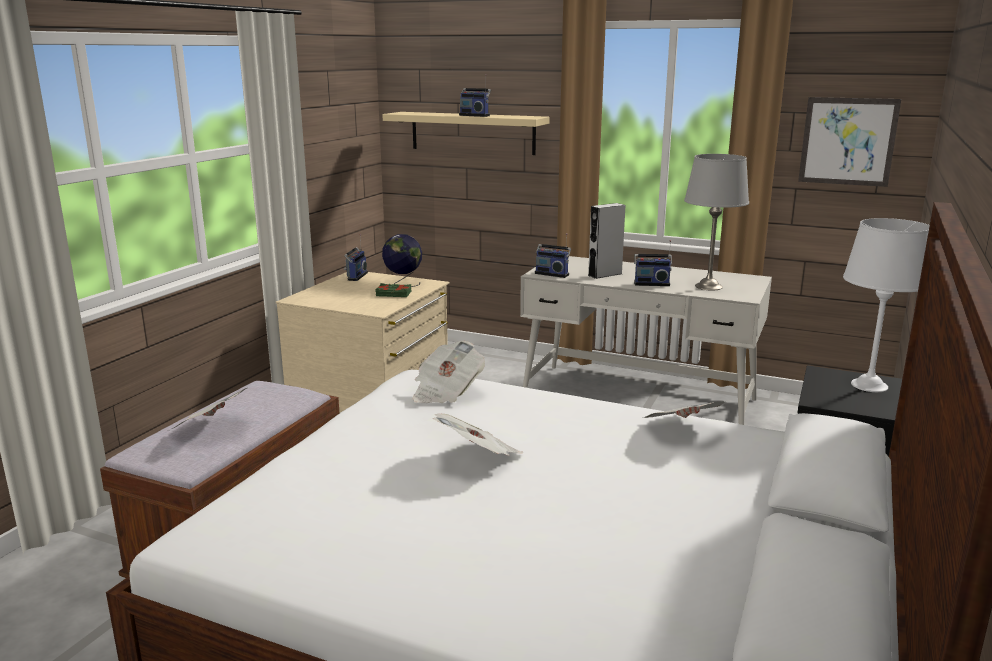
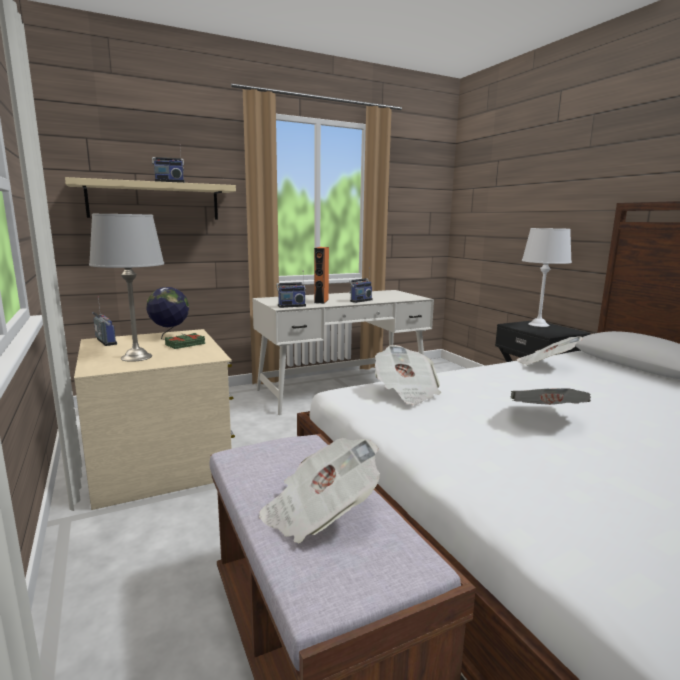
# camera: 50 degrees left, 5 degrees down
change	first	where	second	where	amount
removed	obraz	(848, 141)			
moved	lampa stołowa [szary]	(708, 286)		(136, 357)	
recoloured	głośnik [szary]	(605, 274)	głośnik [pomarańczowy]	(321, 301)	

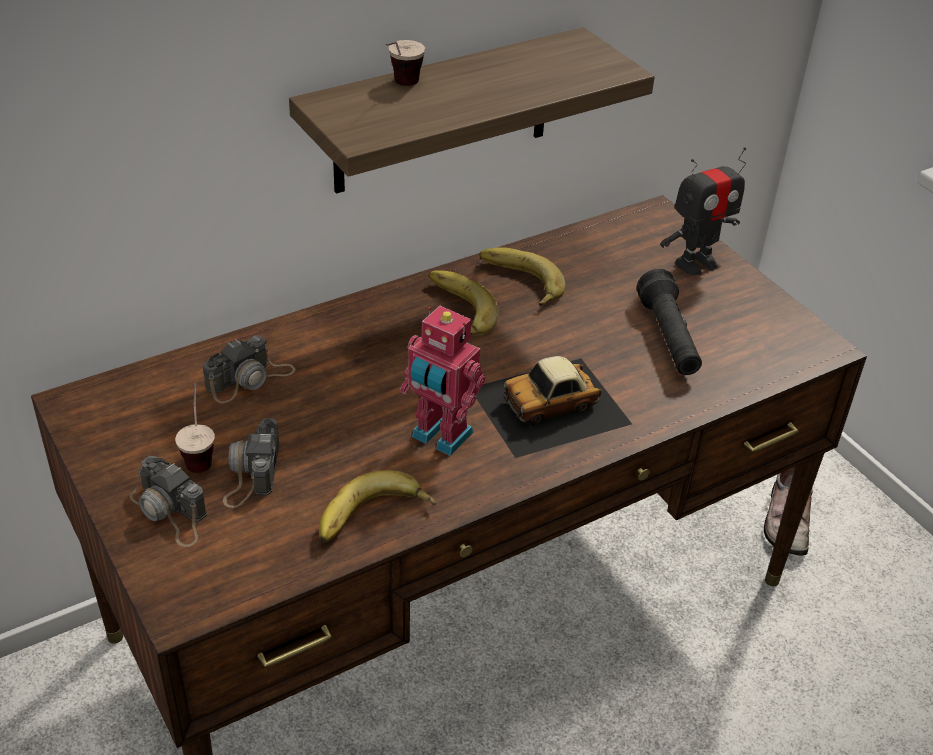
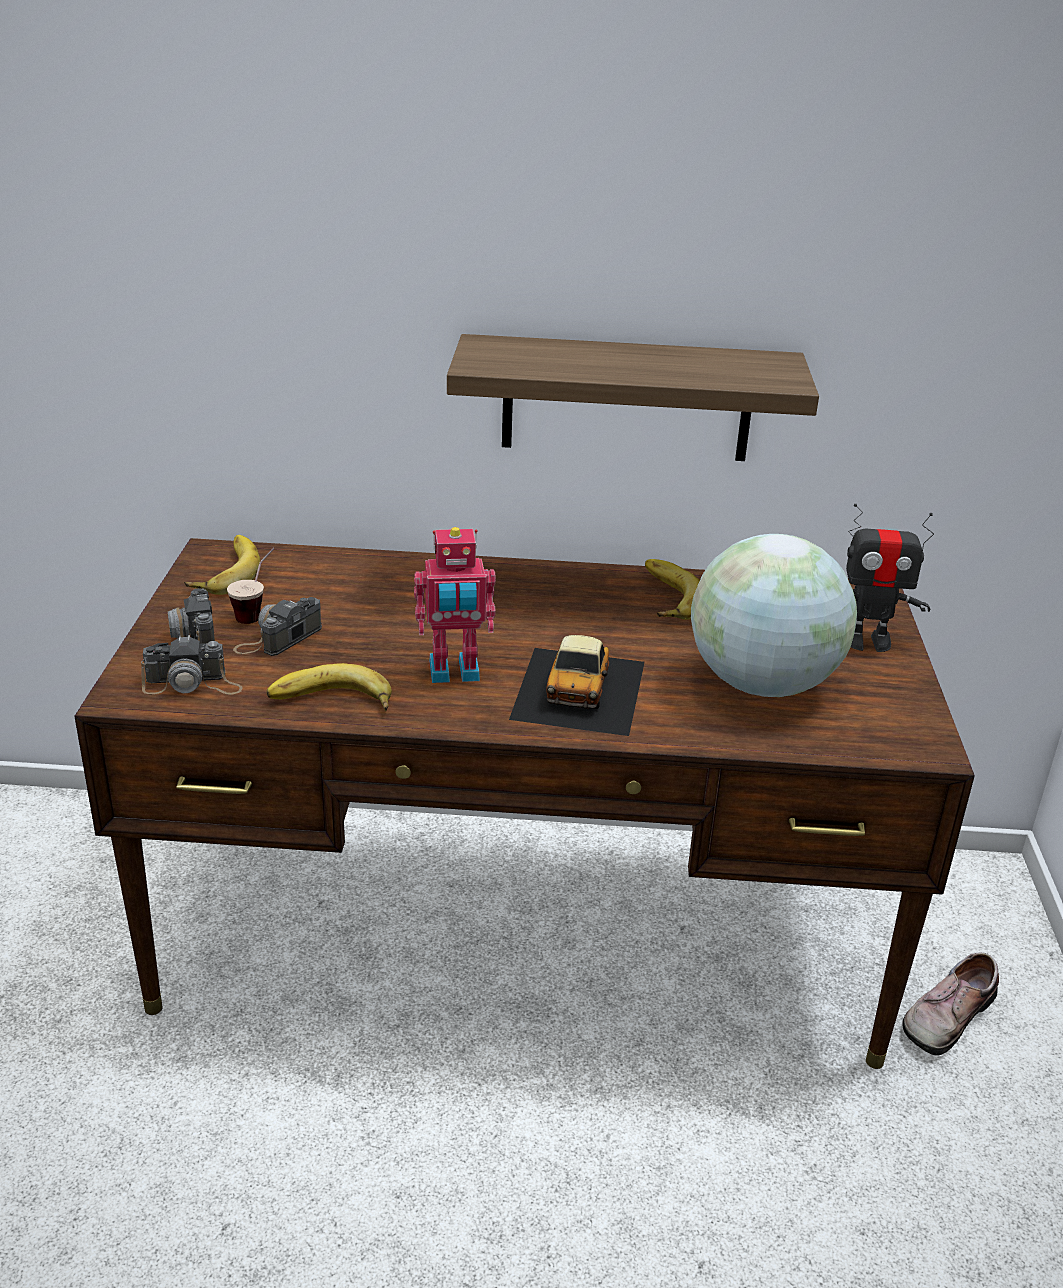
# camera: 35 degrees right, 10 degrees down
change	first	where	second	where	amount
removed	filiżanka	(400, 87)			
replaced	latarka [czarny]	(668, 338)	globus	(762, 684)	
moved	banan	(455, 310)		(224, 571)	
turned	robot zabawkowy	(440, 437)		(454, 673)	75 degrees counterclockwise
moved	aparat fotograficzny	(250, 379)		(192, 684)	
turned	samochodzik	(550, 406)		(580, 689)	90 degrees counterclockwise

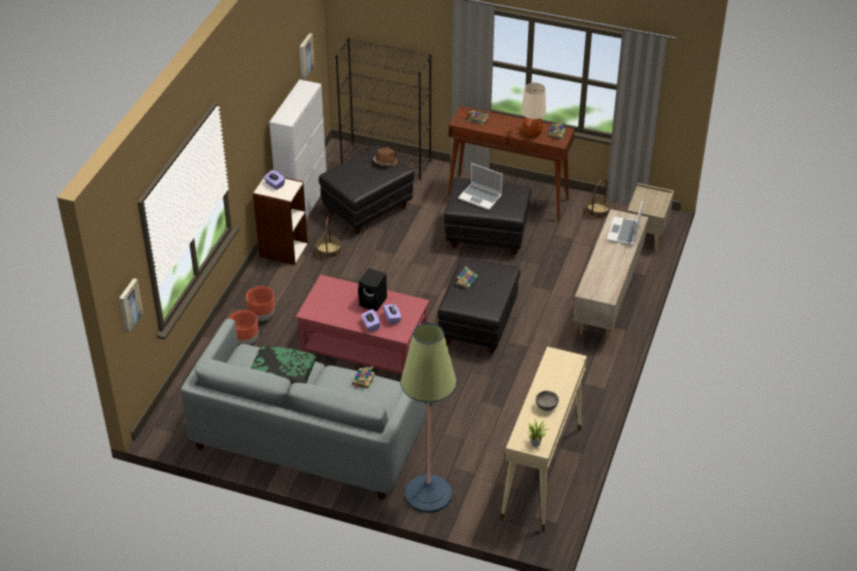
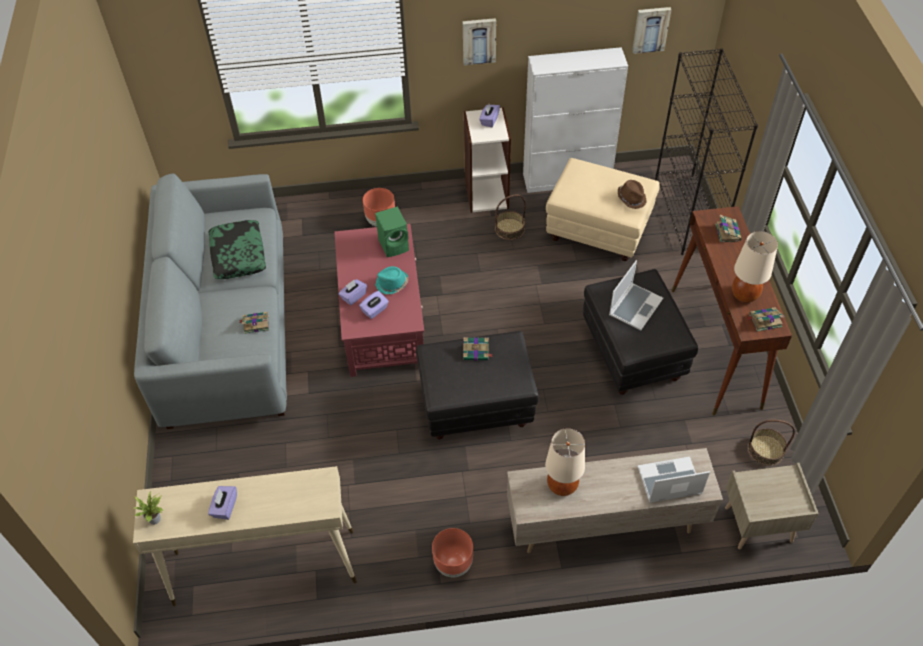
# camera: 65 degrees right, 10 degrees up
change	first	where	second	where	amount
recoloured	pufa [czarny]	(368, 209)	pufa [beżowy]	(597, 232)	
turned	laptop	(480, 197)		(635, 306)	150 degrees counterclockwise
replaced	głośnik [czarny]	(373, 302)	kapelusz [turkusowy]	(392, 284)	
moved	obraz	(129, 305)		(479, 40)	
moved	donica [brązowy]	(245, 340)		(453, 564)	
removed	lampa stojąca	(428, 494)			
replaced	miska [szary]	(547, 407)	pudełko chusteczek [fioletowy]	(225, 507)	
added			głośnik [zielony]	(395, 245)	
added			lampa stołowa [beżowy]	(562, 486)	

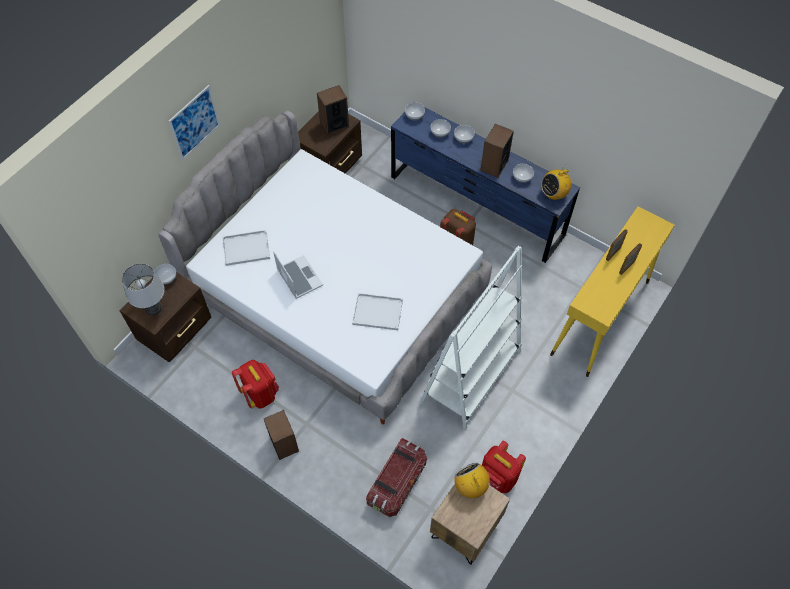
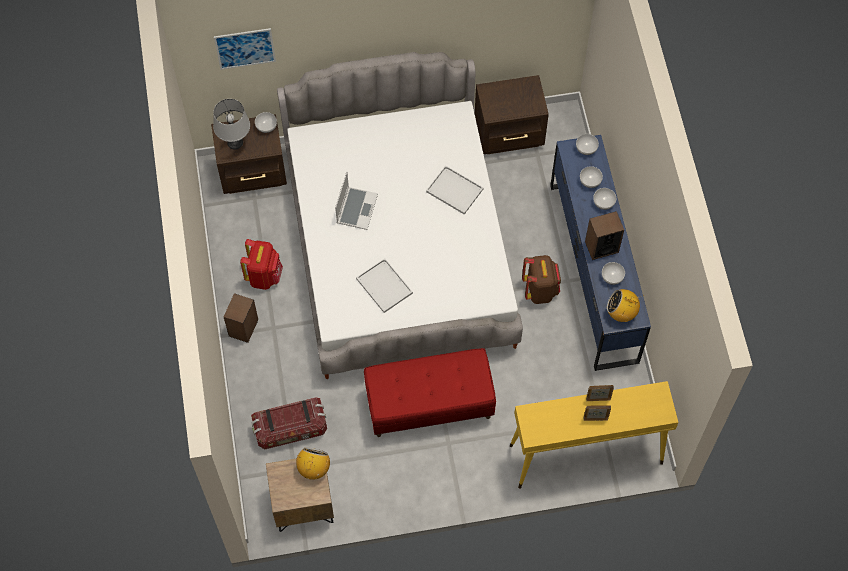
# camera: 45 degrees right, 5 degrees up
change	first	where	second	where	amount
moved	obraz	(194, 122)		(245, 48)	
removed	głośnik	(334, 124)			
moved	taca [biały]	(247, 247)		(455, 190)	
replaced	regał [biały]	(471, 376)	ławka [czerwony]	(429, 404)	
removed	plecak [czerwony]	(497, 478)			

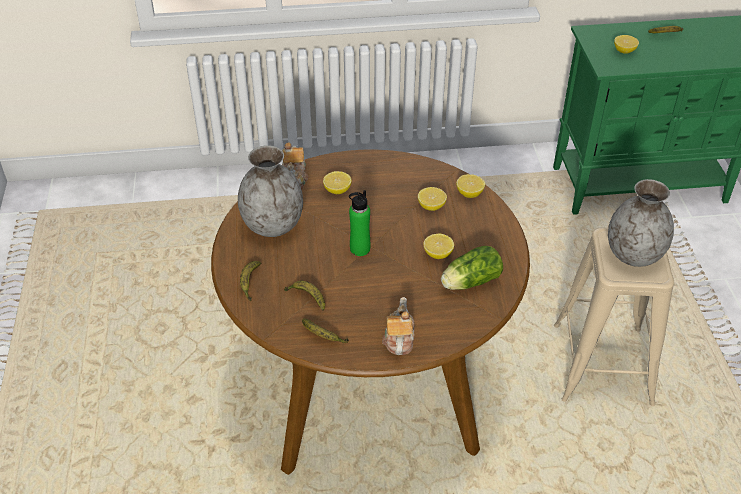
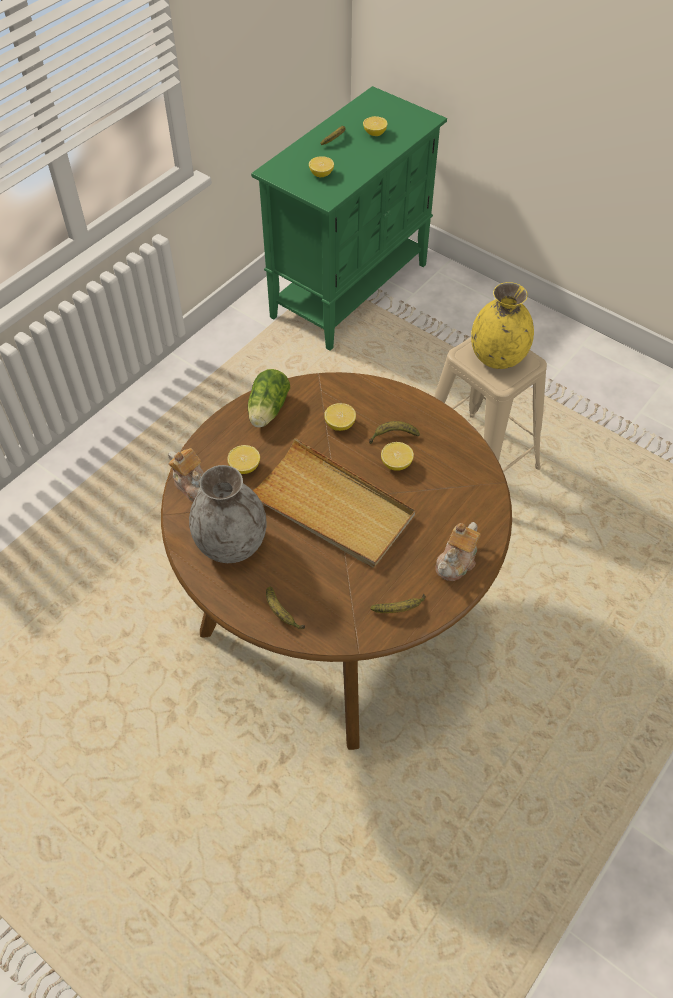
# camera: 45 degrees left, 10 degrees up
change	first	where	second	where	amount
moved	cytryna	(469, 193)		(374, 133)	
recoloured	wazon [szary]	(633, 254)	wazon [żółty]	(497, 357)	
replaced	butelka [zielony]	(360, 249)	taca [beżowy]	(331, 507)	
moved	sałata	(469, 282)		(267, 411)	
moved	banan	(307, 298)		(393, 436)	
turned	imbryk	(398, 339)		(457, 561)	105 degrees counterclockwise

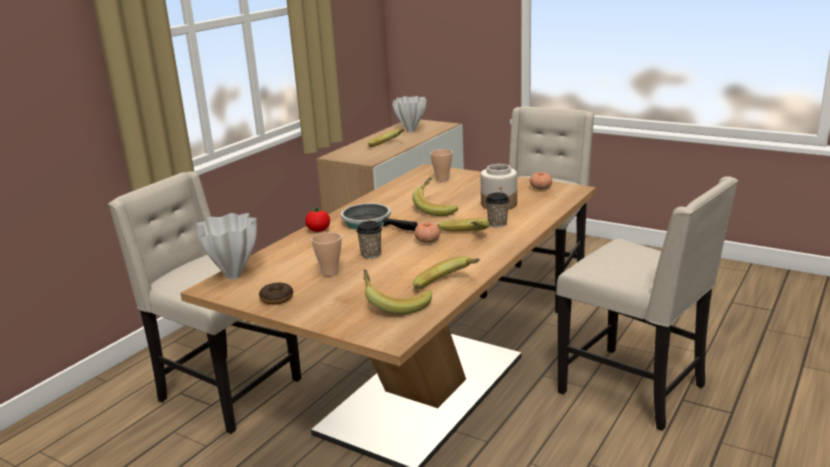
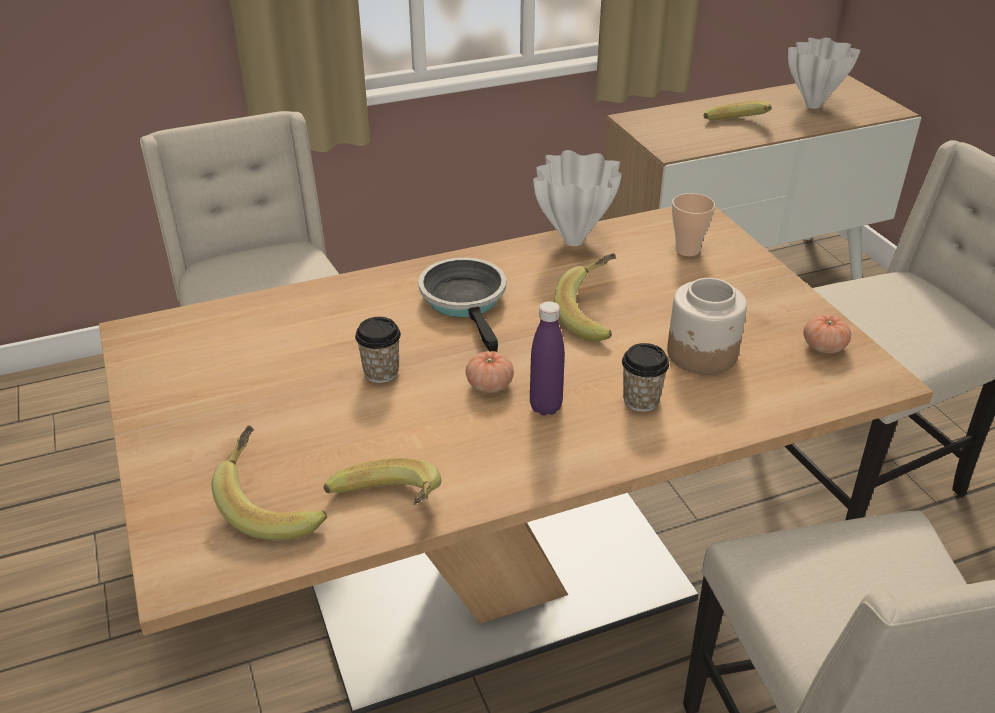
# camera: 35 degrees right, 15 degrees up
change	first	where	second	where	amount
removed	pomidor	(318, 230)			
moved	wazon [biały]	(234, 276)		(575, 240)	
replaced	banan	(462, 238)	butelka [fioletowy]	(545, 407)	
removed	filiżanka	(330, 272)			
removed	donut	(276, 298)			

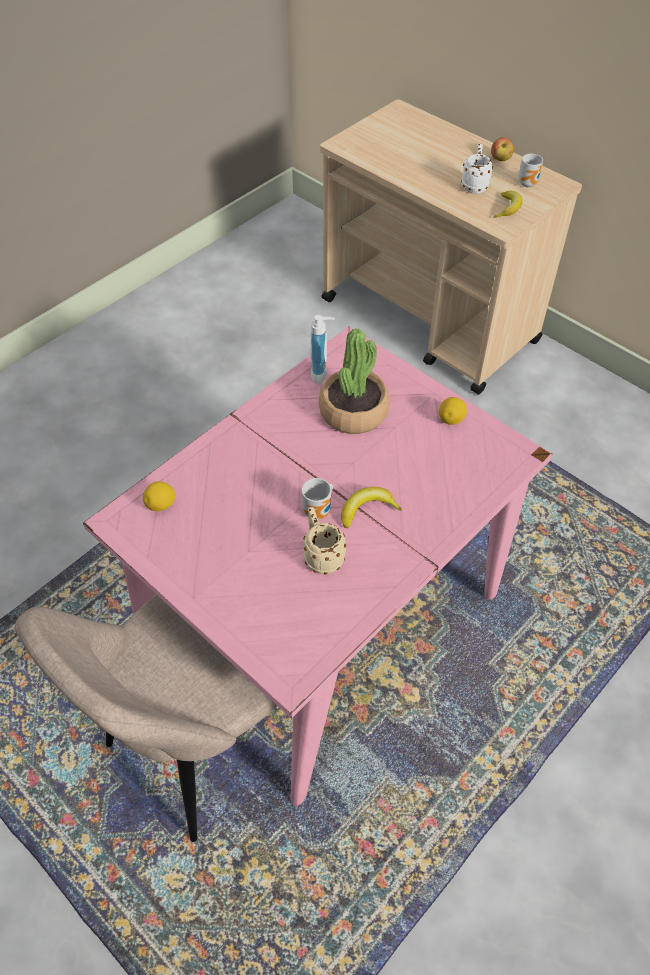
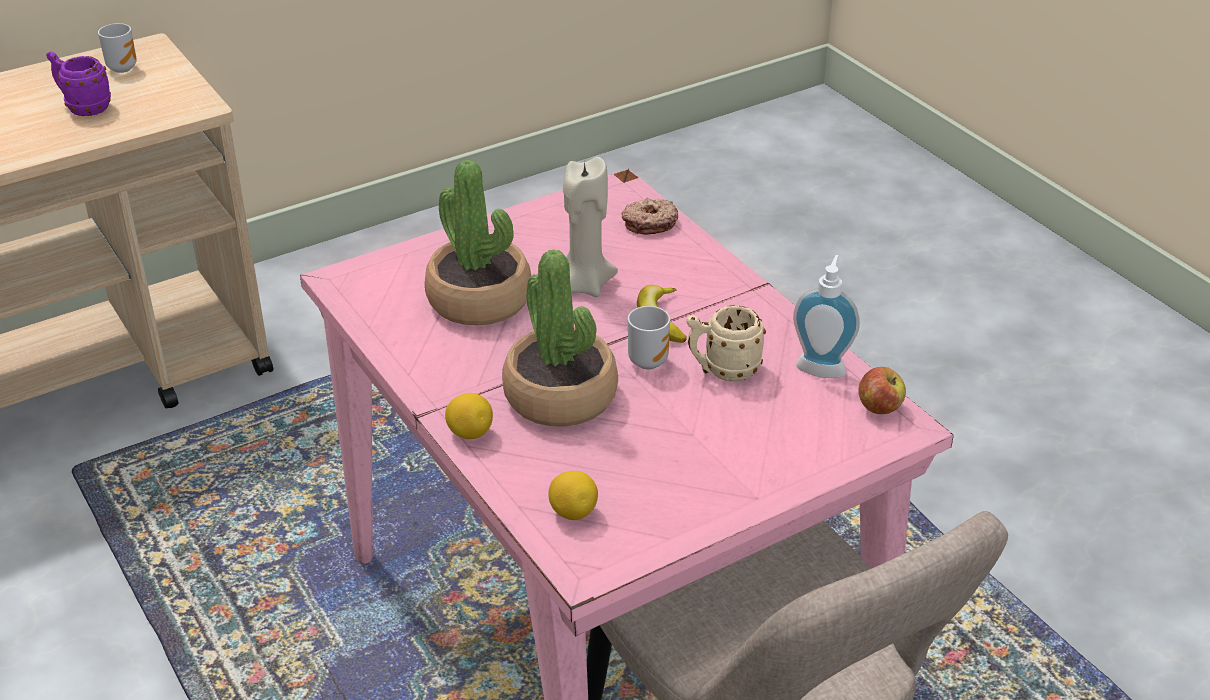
# camera: 75 degrees left, 15 degrees down
change	first	where	second	where	amount
moved	jabłko	(500, 159)		(879, 408)	
recoloured	kubek [biały]	(474, 185)	kubek [fioletowy]	(83, 107)	
removed	banan	(508, 208)			
moved	dozownik mydła	(322, 374)		(822, 366)	
moved	cytryna	(451, 420)		(470, 433)	
added			świeca [beżowy]	(584, 285)	
added			donut	(649, 223)	
added			roślina doniczkowa	(561, 396)	

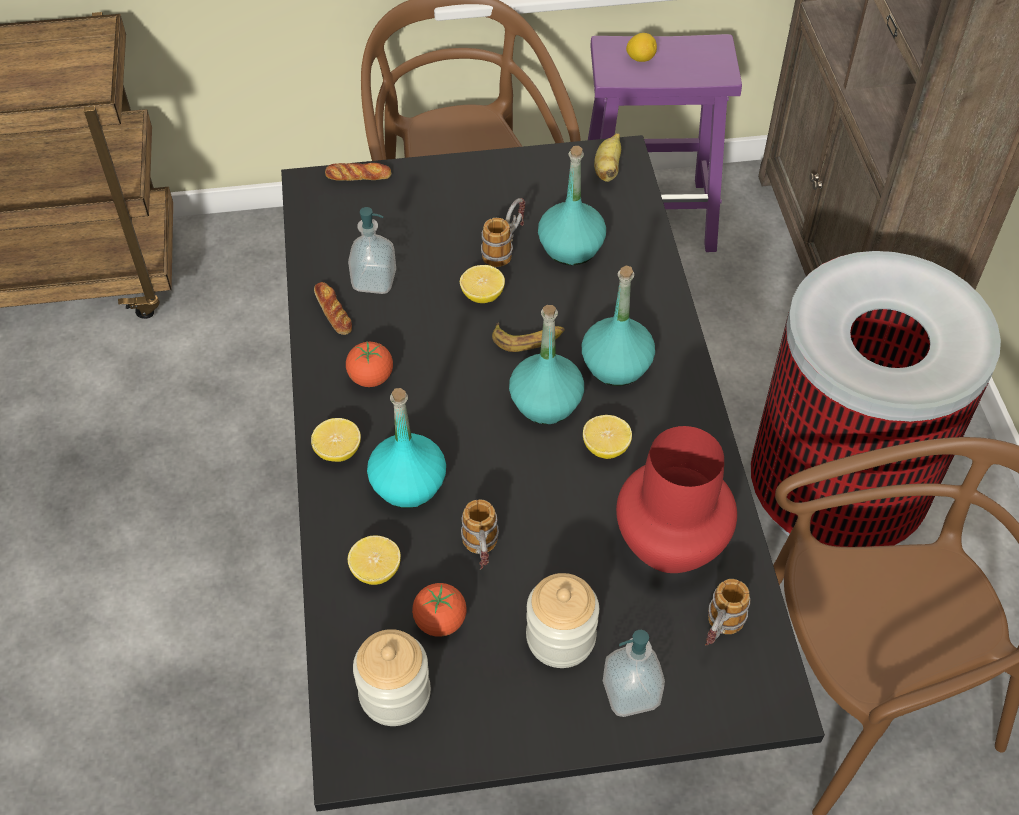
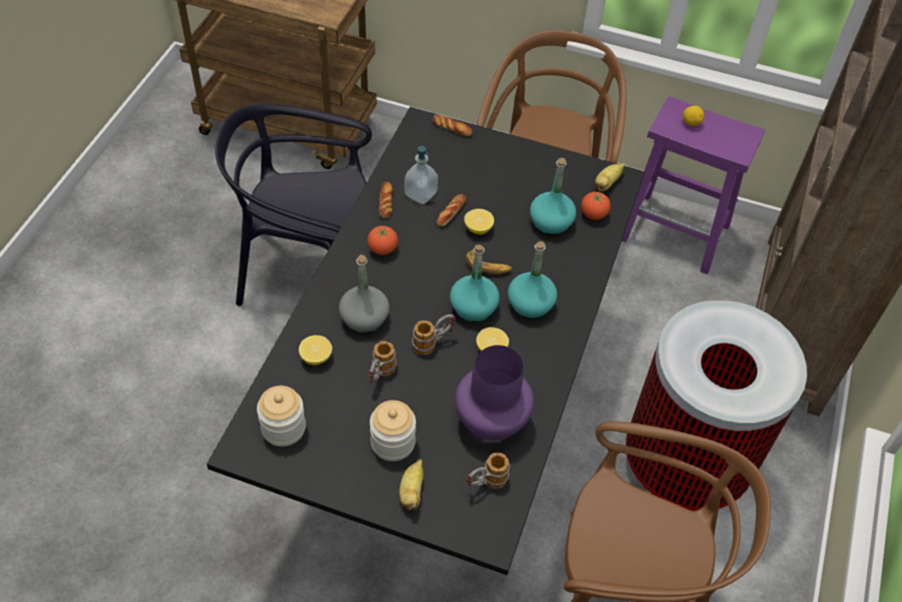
# camera: 25 degrees right, 0 degrees up
change	first	where	second	where	amount
moved	kubek	(505, 248)		(433, 342)	
recoloured	butelka [turkusowy]	(409, 484)	butelka [szary]	(364, 318)	
removed	cytryna	(338, 451)			
recoloured	wazon [czerwony]	(669, 545)	wazon [fioletowy]	(490, 421)	
moved	pomidor	(440, 621)		(593, 214)	
replaced	dozownik mydła	(631, 693)	banan	(412, 491)	
added			krzesło [czarny]	(309, 273)	
added			chleb	(451, 212)	

